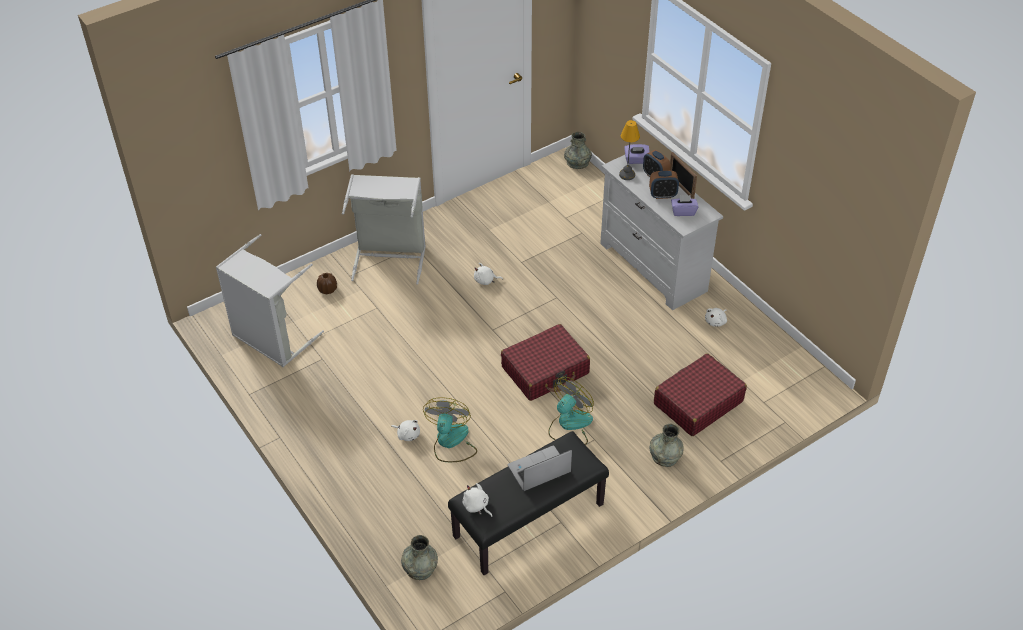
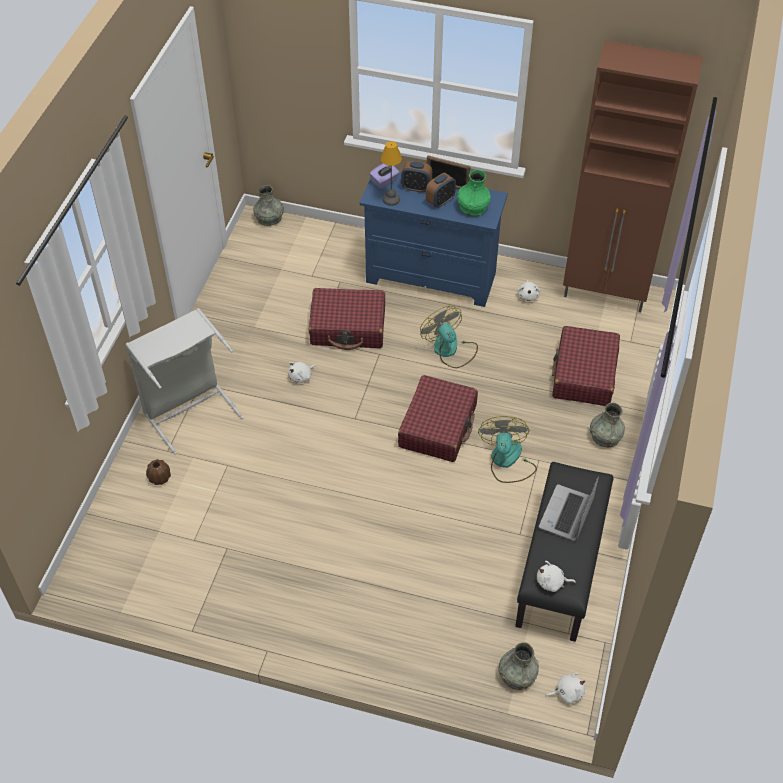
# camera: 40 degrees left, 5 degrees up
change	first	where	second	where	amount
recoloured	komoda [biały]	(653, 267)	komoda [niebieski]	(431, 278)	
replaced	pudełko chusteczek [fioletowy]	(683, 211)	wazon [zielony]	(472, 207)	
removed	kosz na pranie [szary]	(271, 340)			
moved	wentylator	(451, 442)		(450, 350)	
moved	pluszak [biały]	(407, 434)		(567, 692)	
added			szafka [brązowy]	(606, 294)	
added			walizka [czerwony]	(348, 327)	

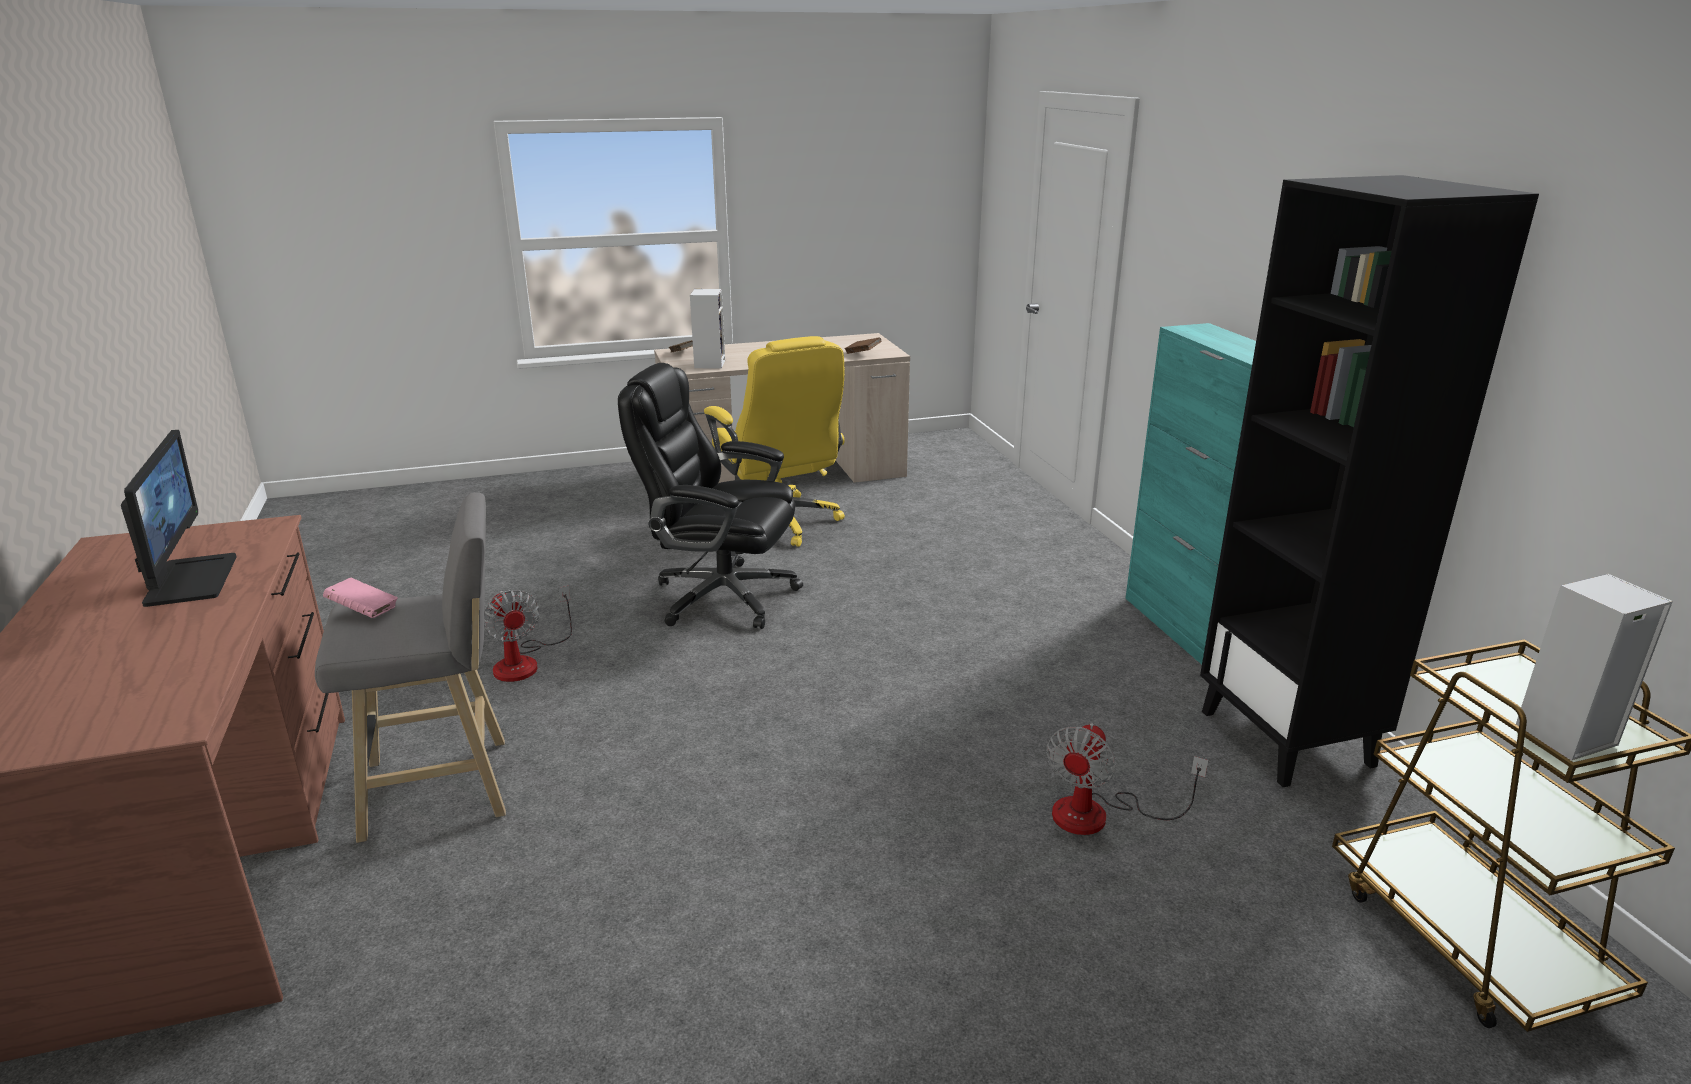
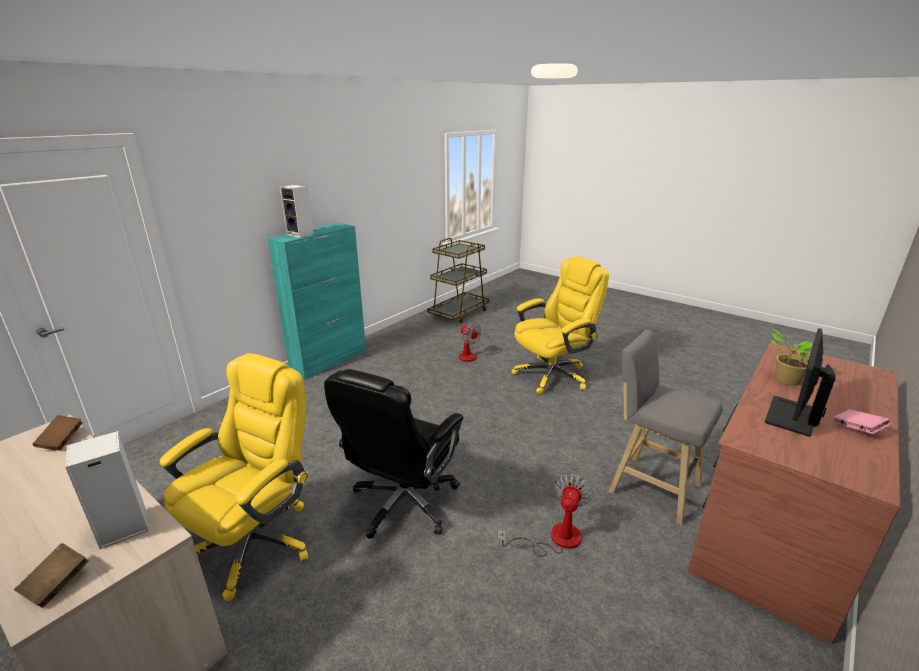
# camera: 125 degrees left, 0 degrees up
change	first	where	second	where	amount
removed	regał [czarny]	(1288, 738)			
turned	krzesło biurowe [czarny]	(721, 596)		(403, 503)	45 degrees clockwise
moved	głośnik	(1565, 737)		(301, 234)	
moved	książka [różowy]	(364, 611)		(857, 429)	
turned	wentylator	(1099, 815)		(469, 354)	60 degrees clockwise
added			krzesło biurowe [żółty]	(553, 375)	
added			roślina doniczkowa	(785, 379)	

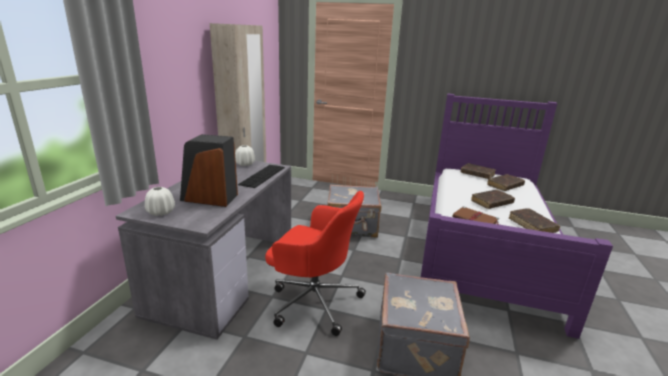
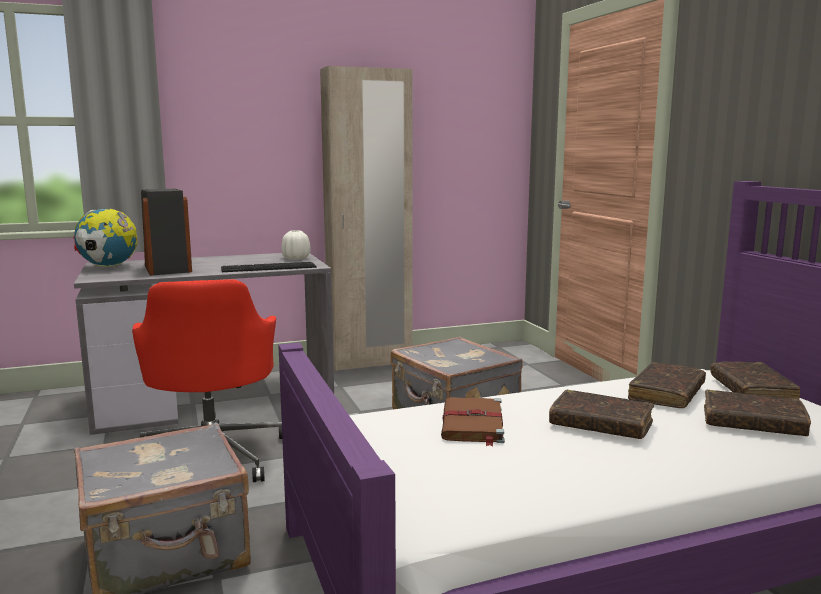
# camera: 55 degrees right, 10 degrees down
change	first	where	second	where	amount
replaced	wazon [biały]	(161, 212)	globus	(108, 267)	
moved	książka [brązowy]	(532, 226)		(666, 394)	

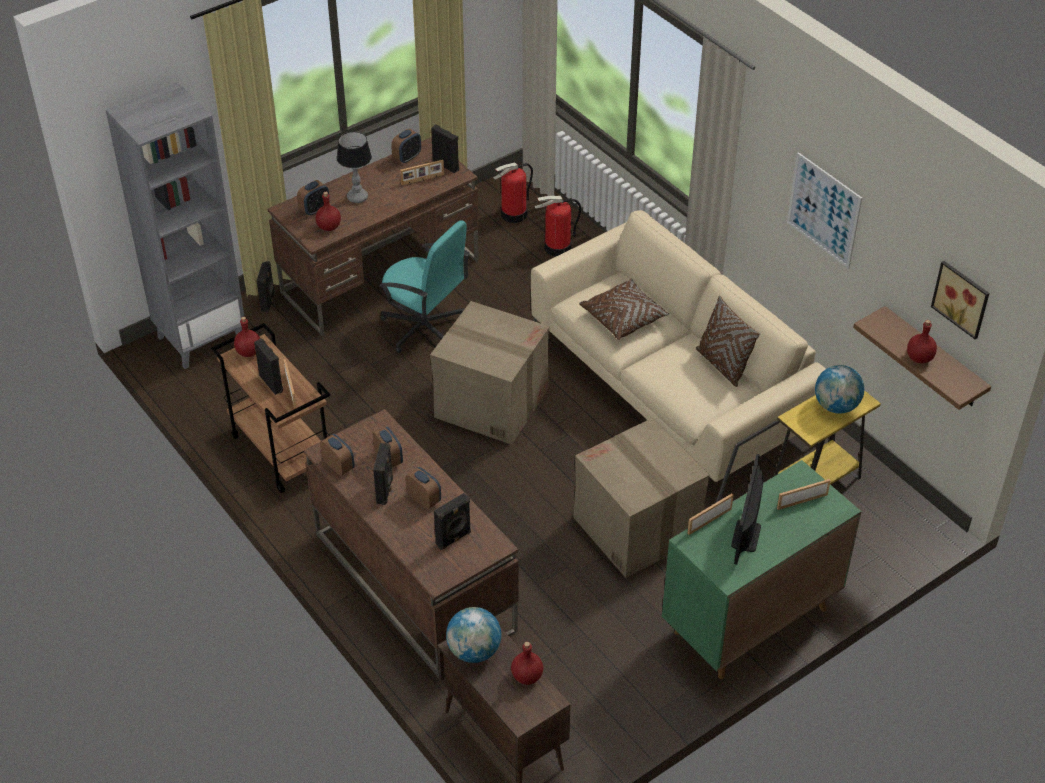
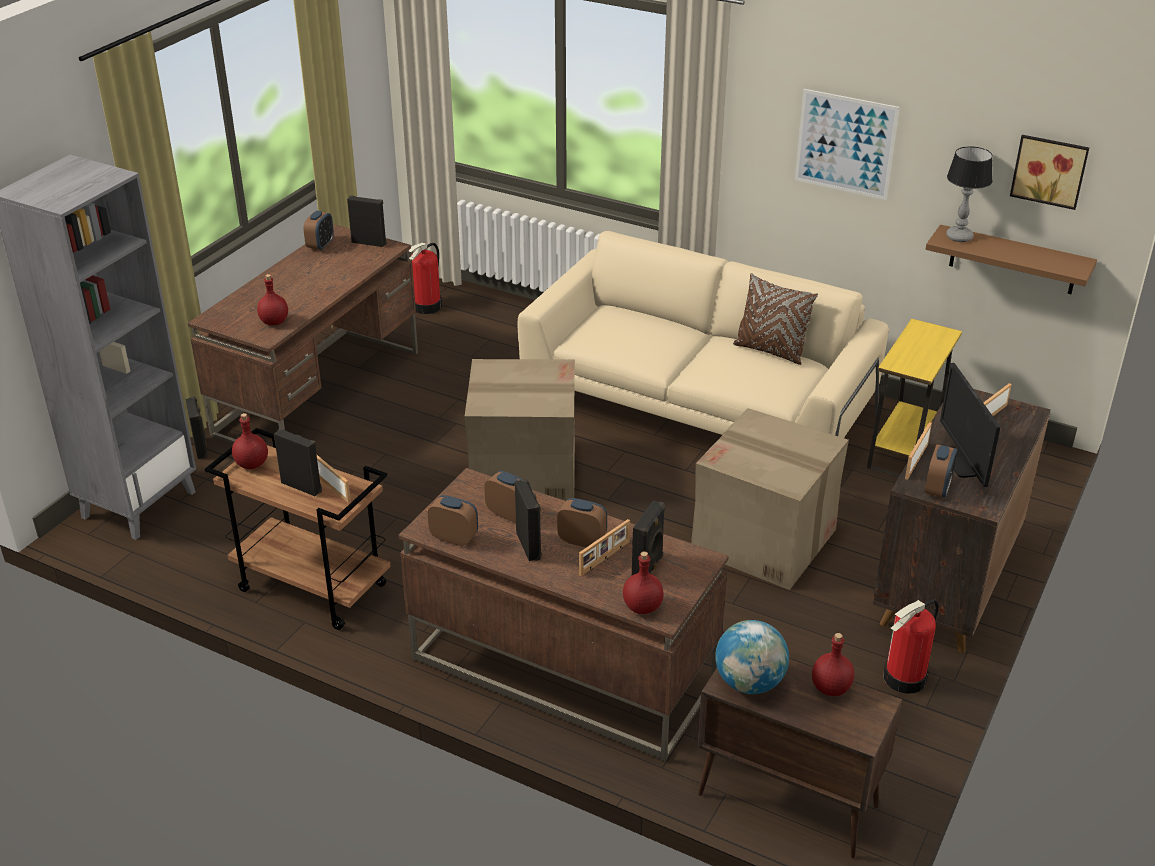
# camera: 25 degrees left, 10 degrees down
change	first	where	second	where	amount
moved	lampa stołowa	(357, 197)		(958, 237)	
moved	ramka na zdjęcie	(422, 180)		(605, 558)	
moved	budzik	(314, 209)		(937, 489)	
moved	gaśnica	(557, 248)		(905, 678)	
removed	krzesło biurowe [turkusowy]	(424, 328)			
removed	poduszka [brązowy]	(623, 317)			
moved	butelka [czerwony]	(919, 358)		(641, 607)	
removed	globus	(836, 406)			
recoloured	szafka [zielony]	(749, 621)	szafka [brązowy]	(945, 589)	

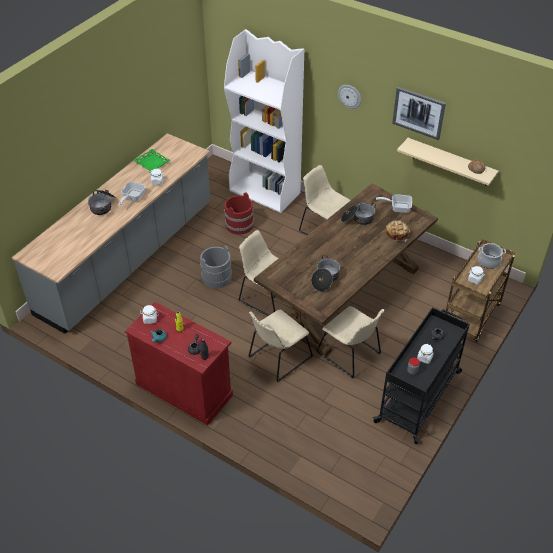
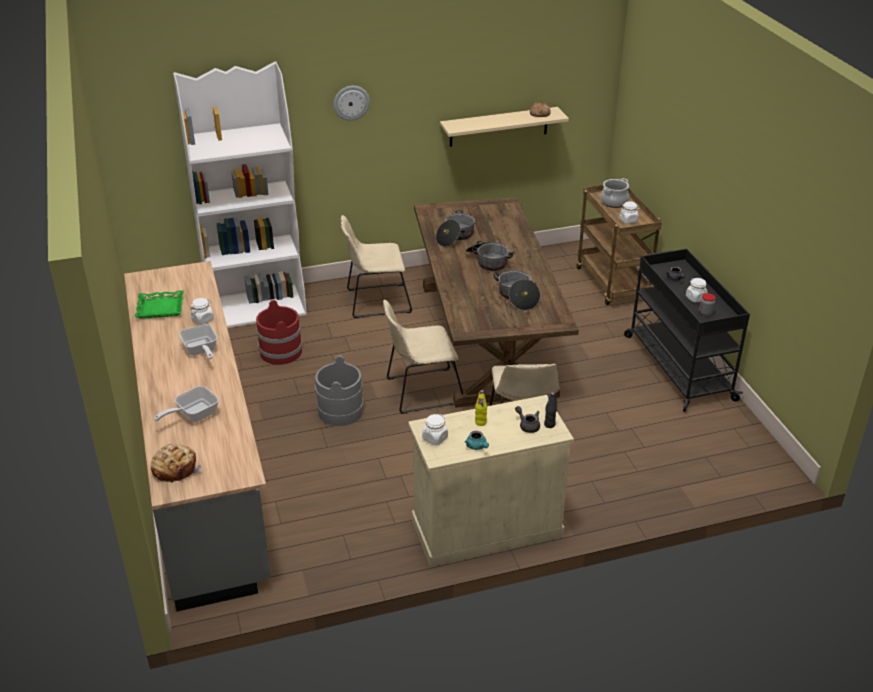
# camera: 50 degrees left, 10 degrees down
change	first	where	second	where	amount
removed	obraz	(418, 112)			
moved	garnek	(103, 206)		(488, 261)	
moved	patelnia	(397, 207)		(193, 415)	
moved	chleb	(397, 233)		(175, 468)	
recoloured	szafka [czerwony]	(184, 389)	szafka [beżowy]	(486, 527)	
removed	krzesło [beżowy]	(350, 354)			

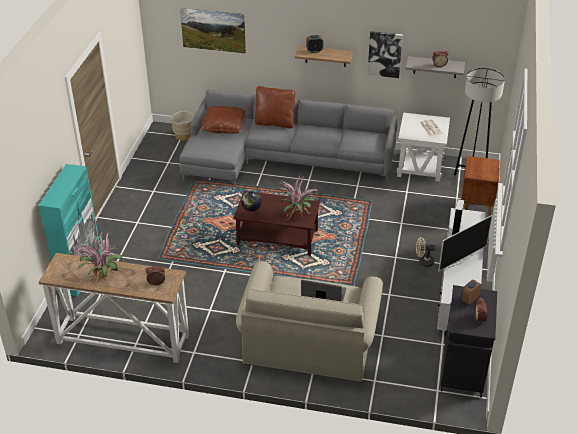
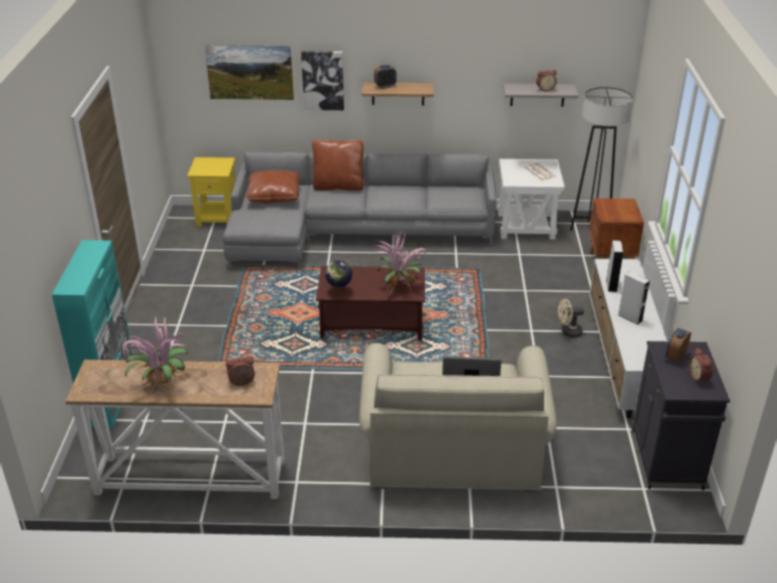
# camera: 10 degrees left, 5 degrees down
change	first	where	second	where	amount
moved	obraz	(385, 54)		(323, 80)	
replaced	donica [beżowy]	(184, 135)	stolik [żółty]	(218, 217)	
replaced	telewizor	(460, 260)	głośnik [szary]	(630, 317)	

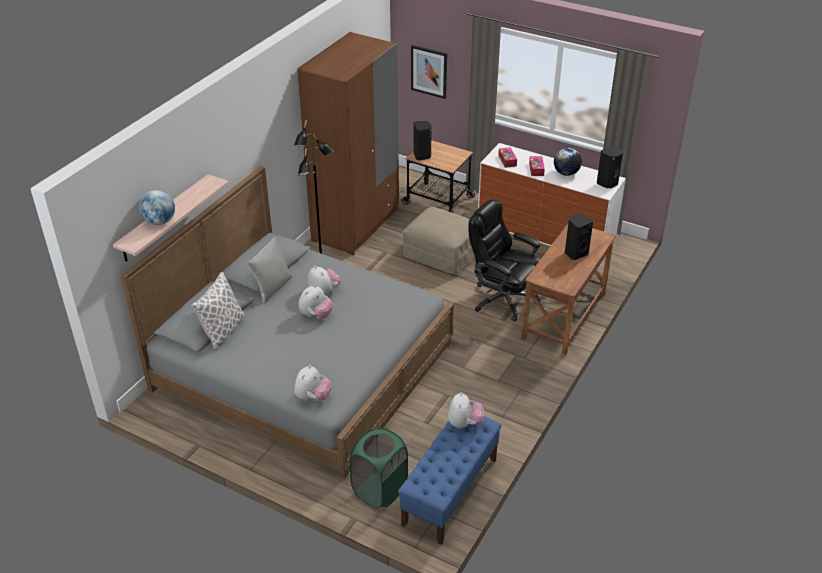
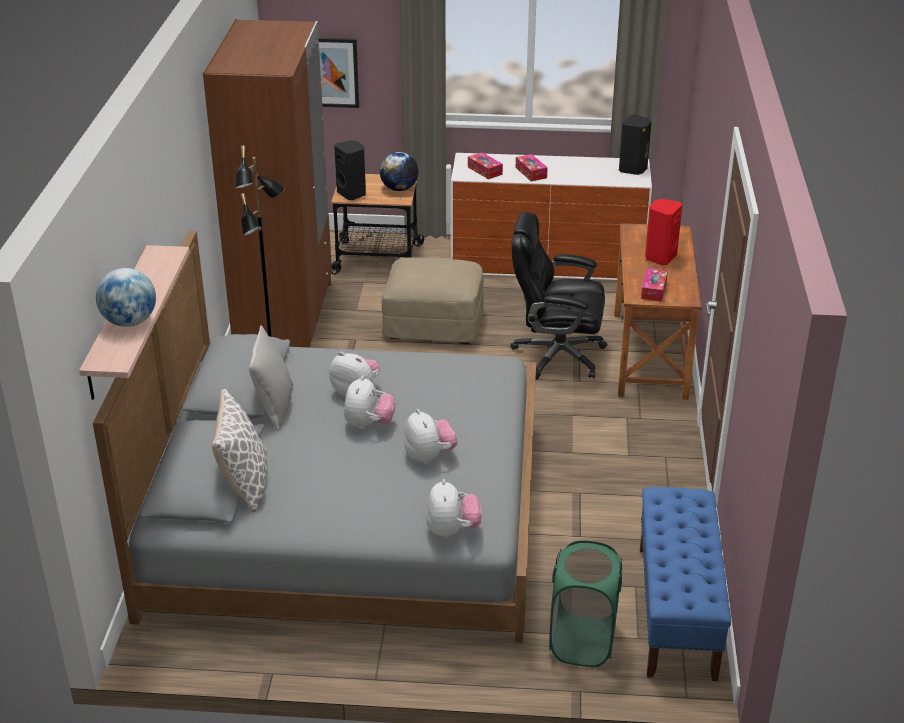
# camera: 25 degrees left, 5 degrees down
change	first	where	second	where	amount
moved	globus	(566, 173)		(399, 189)	
recoloured	głośnik [czarny]	(575, 253)	głośnik [czerwony]	(659, 257)	
moved	pluszak	(464, 423)		(429, 456)	
added			pudełko chusteczek	(653, 290)	

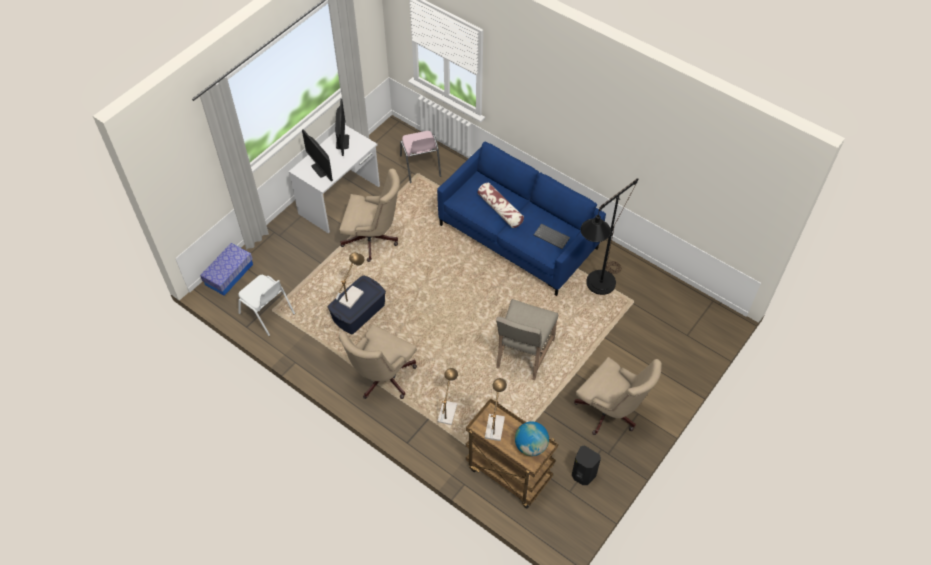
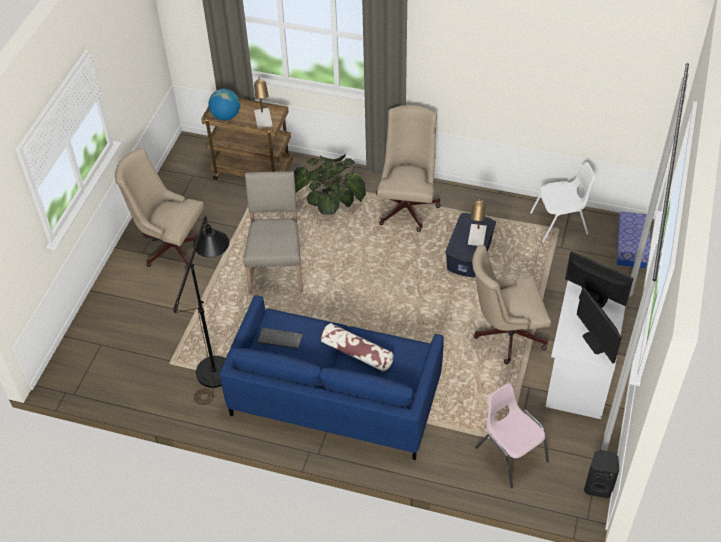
# camera: 160 degrees right, 5 degrees down
change	first	where	second	where	amount
turned	krzesło [biały]	(267, 313)		(560, 224)	150 degrees clockwise
replaced	lampa stołowa	(447, 410)	roślina doniczkowa	(330, 200)	
moved	głośnik [czarny]	(582, 475)		(598, 486)	

